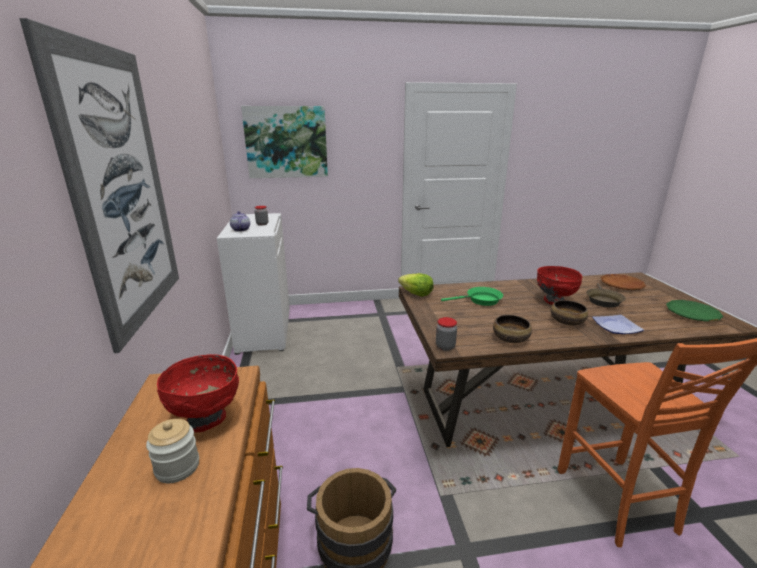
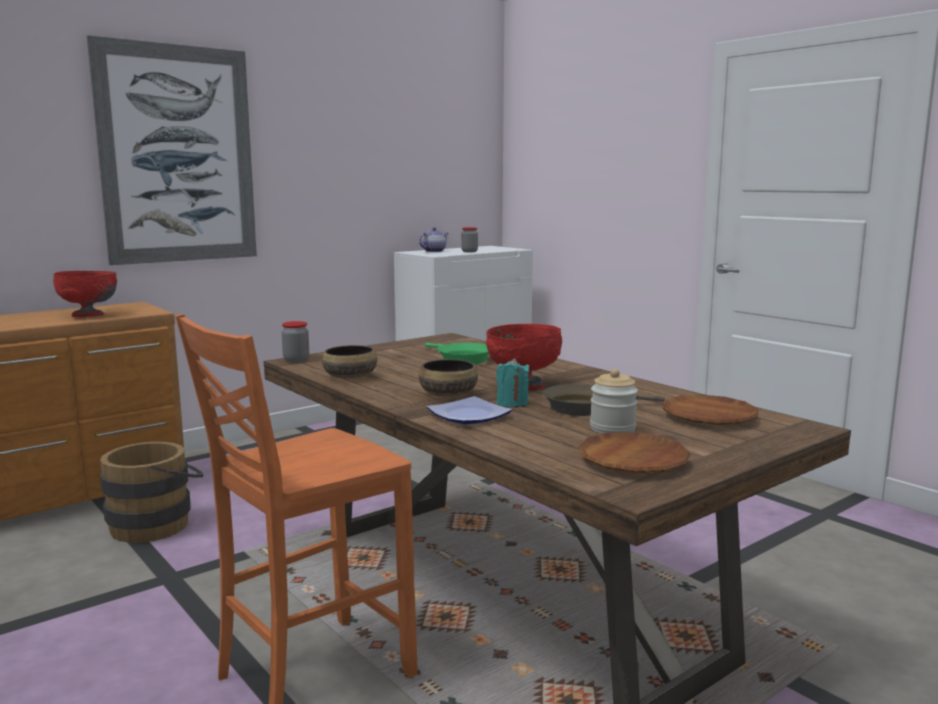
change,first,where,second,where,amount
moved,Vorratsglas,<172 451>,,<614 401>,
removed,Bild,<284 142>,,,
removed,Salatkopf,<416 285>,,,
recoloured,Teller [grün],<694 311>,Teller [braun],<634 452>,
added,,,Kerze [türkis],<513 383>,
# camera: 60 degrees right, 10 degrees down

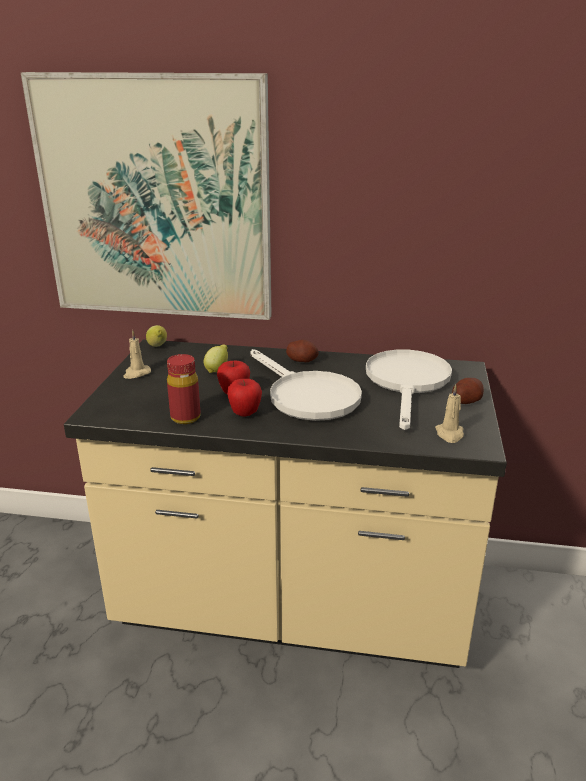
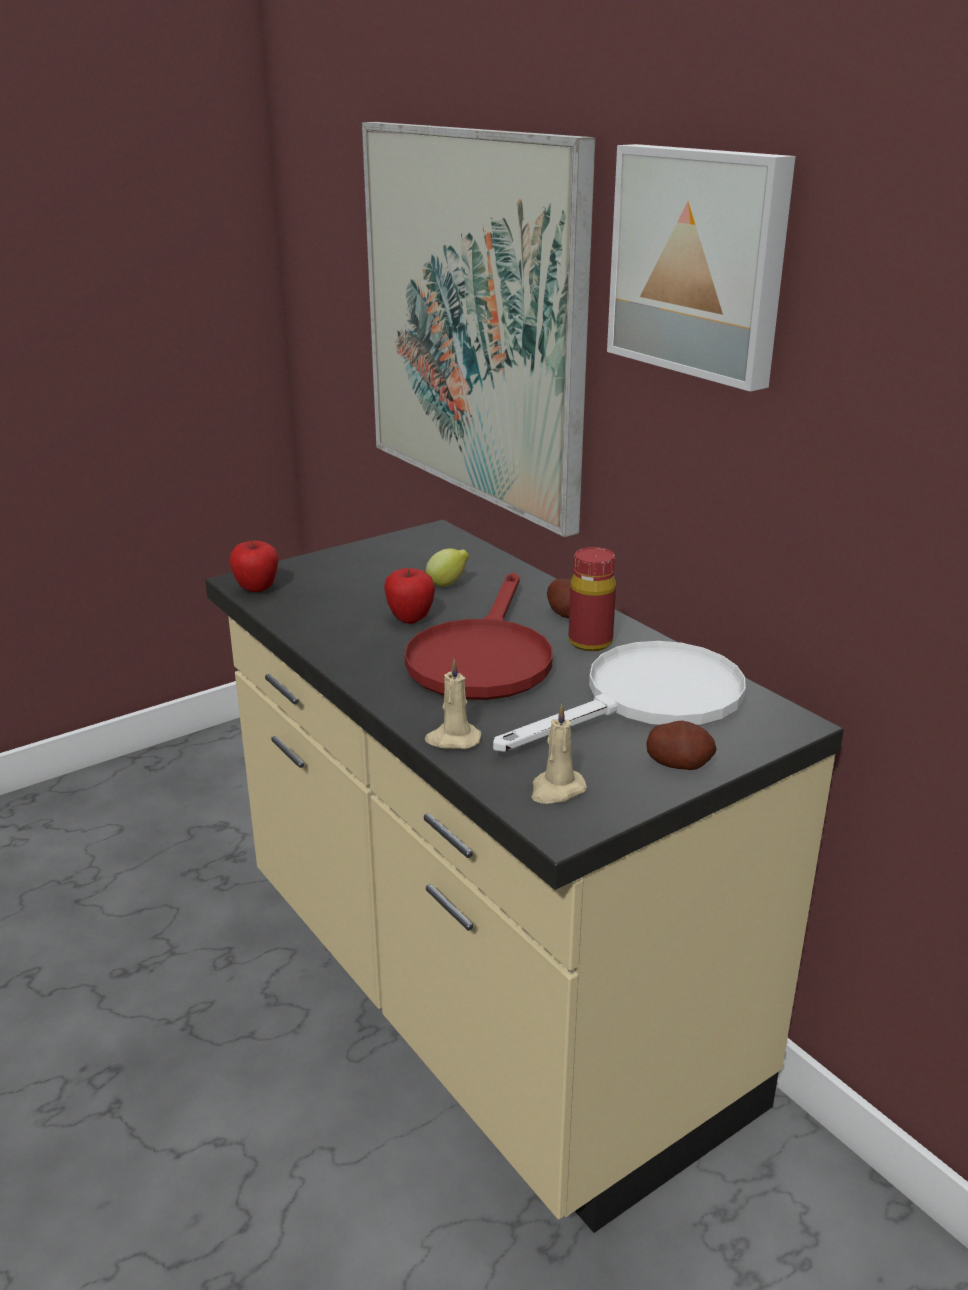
change,first,where,second,where,amount
moved,Kerze [beige],<137 354>,,<452 704>,
removed,Zitrone,<156 336>,,,
moved,Flasche [rot],<184 389>,,<592 599>,
moved,Apfel,<244 398>,,<254 566>,
recoloured,Pfanne [weiß],<306 385>,Pfanne [rot],<478 636>,
added,,,Bild,<701 268>,
# camera: 45 degrees right, 0 degrees up

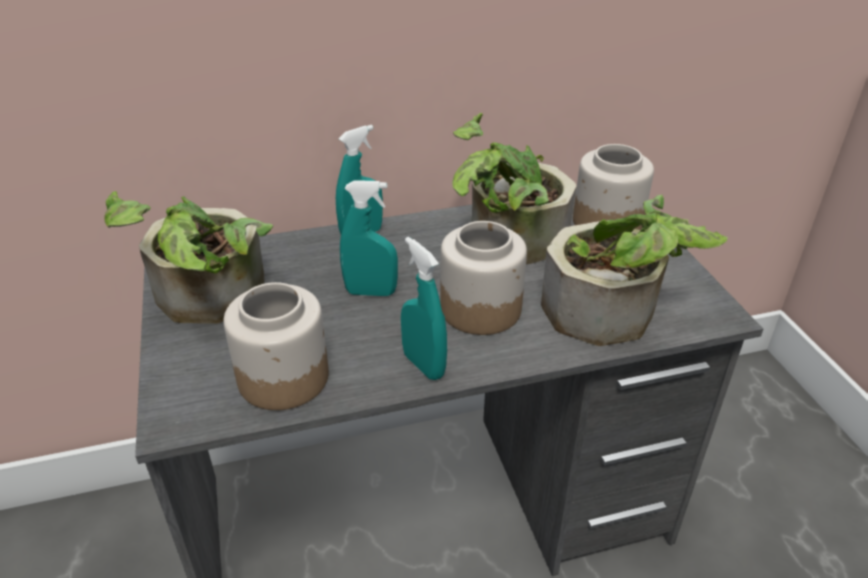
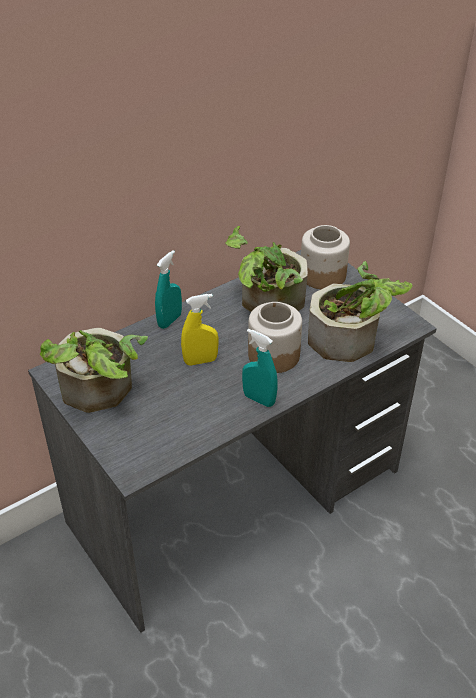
change,first,where,second,where,amount
removed,Vorratsglas,<276 346>,,,
recoloured,Sprühflasche [türkis],<369 238>,Sprühflasche [gelb],<200 330>,
# camera: 20 degrees left, 5 degrees up

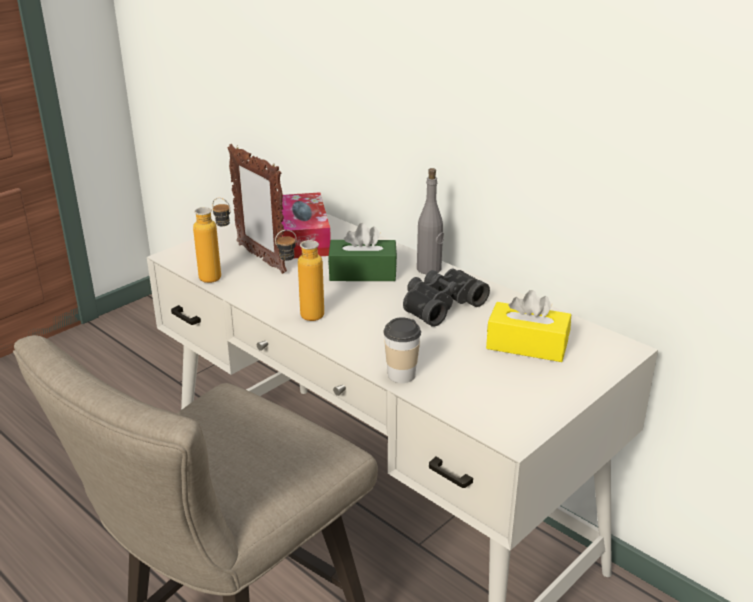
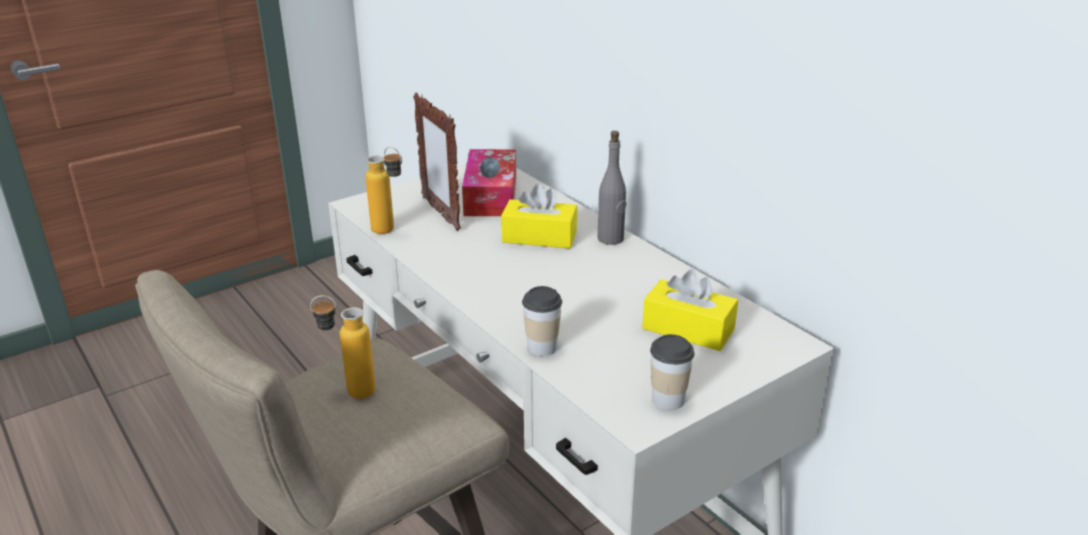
change,first,where,second,where,amount
moved,Flasche,<299 275>,,<343 347>,
recoloured,Taschentuchbox [grün],<362 252>,Taschentuchbox [gelb],<539 216>,
removed,Fernglas [schwarz],<446 298>,,,
added,,,Tasse,<672 372>,
# camera: 10 degrees right, 0 degrees up

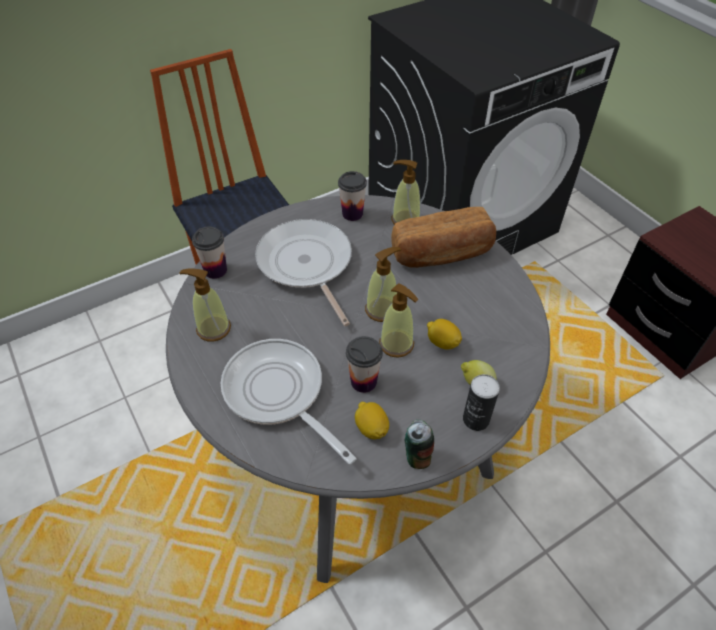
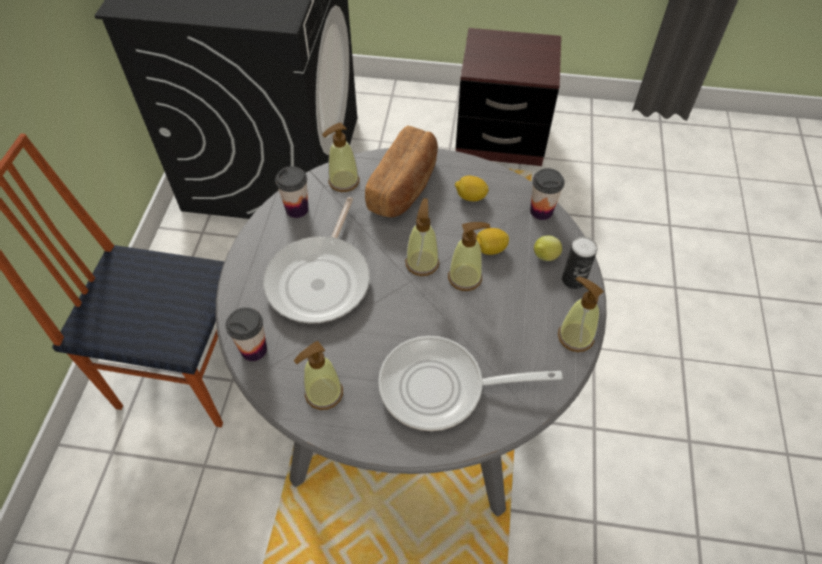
change,first,where,second,where,amount
turned,Pfanne,<303 272>,,<316 260>,90 degrees counterclockwise
moved,Tasse,<364 364>,,<547 194>,
moved,Zitrone,<372 420>,,<472 188>,
replaced,Dose,<419 444>,Seifenspender,<581 314>,
# camera: 50 degrees left, 5 degrees up

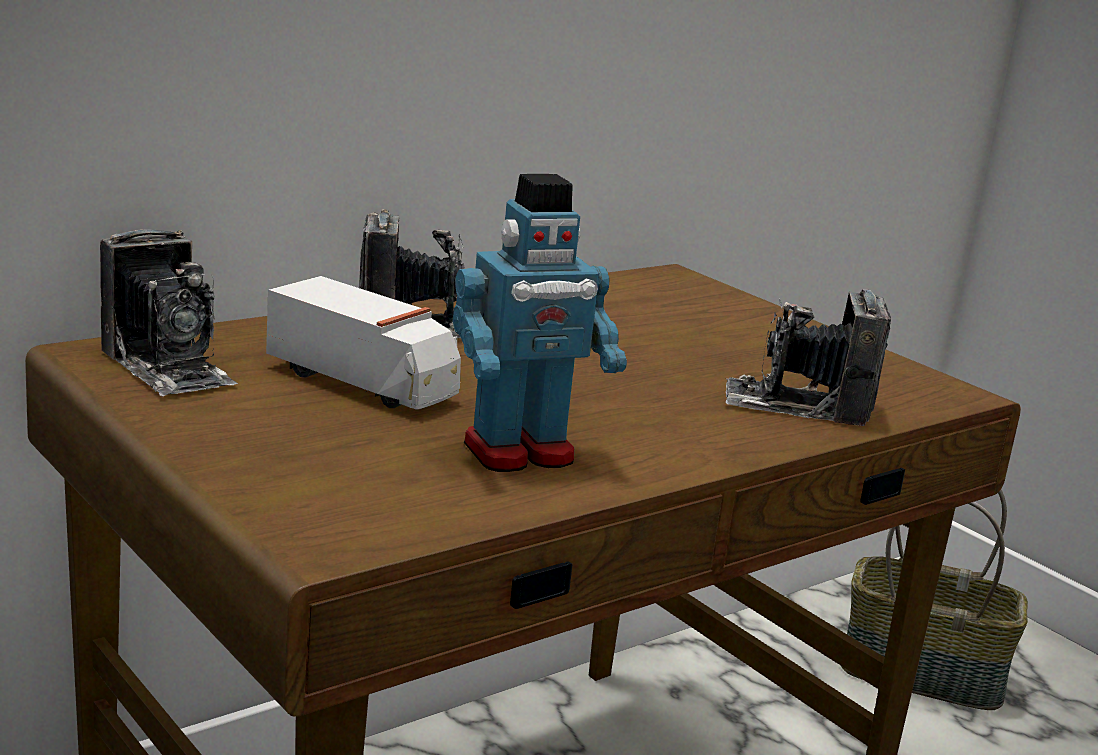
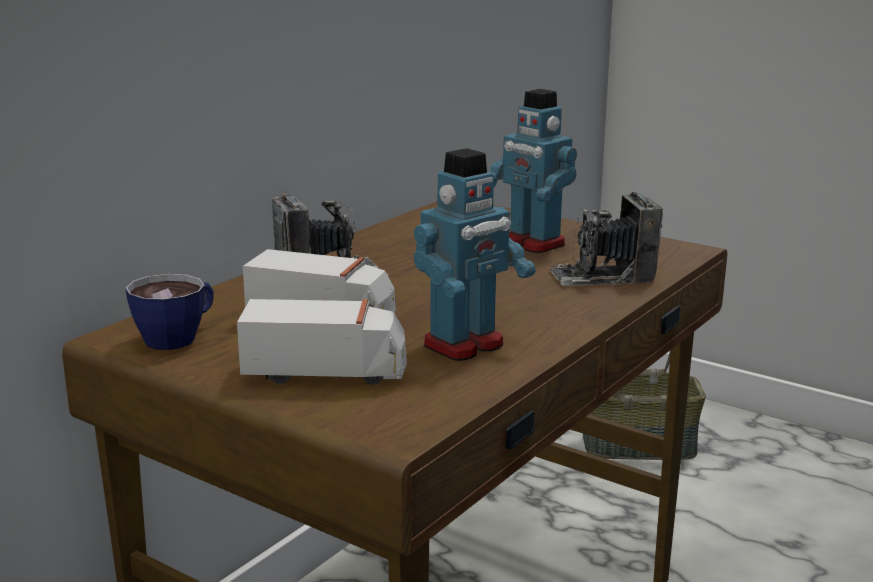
change,first,where,second,where,amount
replaced,Kamera,<169 313>,Tasse,<169 312>,
added,,,Spielzeuglaster,<322 342>,
added,,,Spielzeugroboter,<533 171>,
# camera: 15 degrees left, 0 degrees up

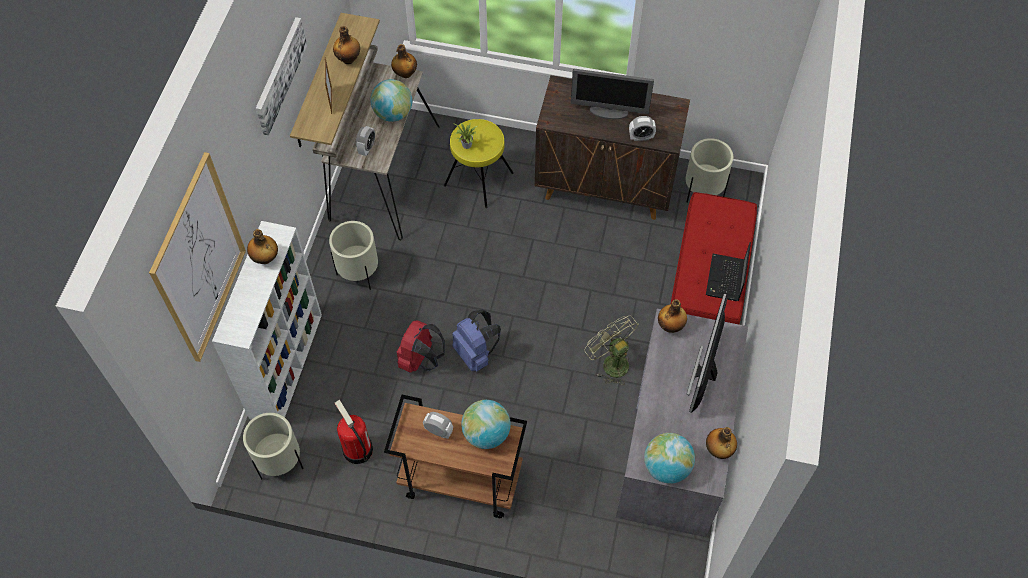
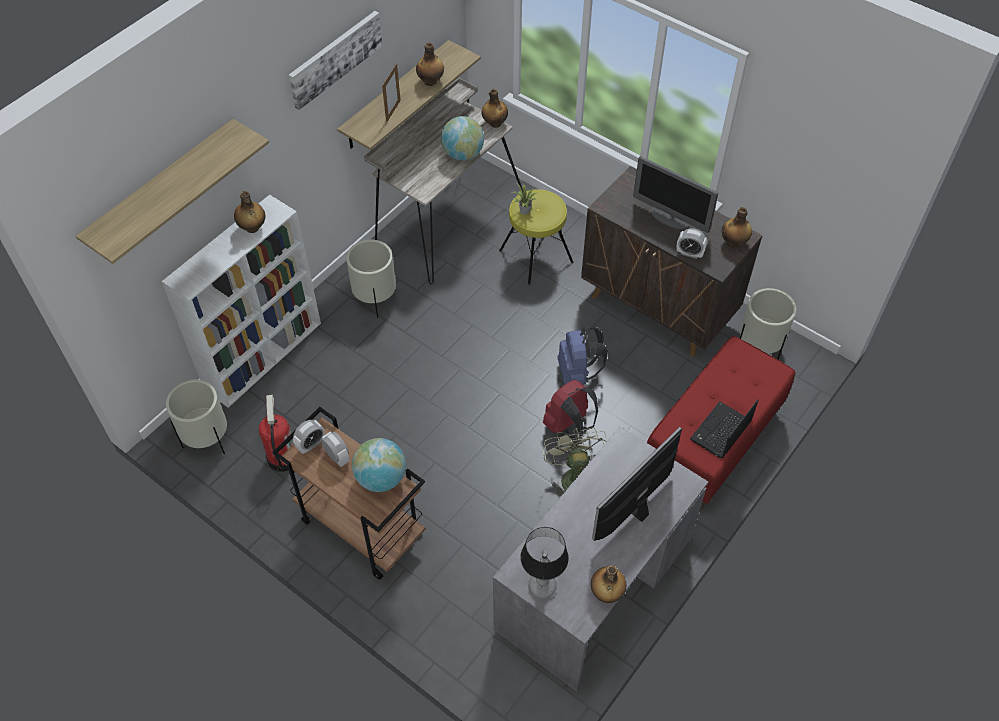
change,first,where,second,where,amount
replaced,Bild,<197 257>,Wandregal,<172 191>,
moved,Wecker,<365 141>,,<309 437>,
moved,Rucksack [rot],<421 346>,,<570 409>,
moved,Rucksack [blau],<476 340>,,<583 355>,
replaced,Globus,<669 458>,Tischlampe,<544 563>,
moved,Flasche,<672 316>,,<737 227>,
# camera: 25 degrees right, 5 degrees down

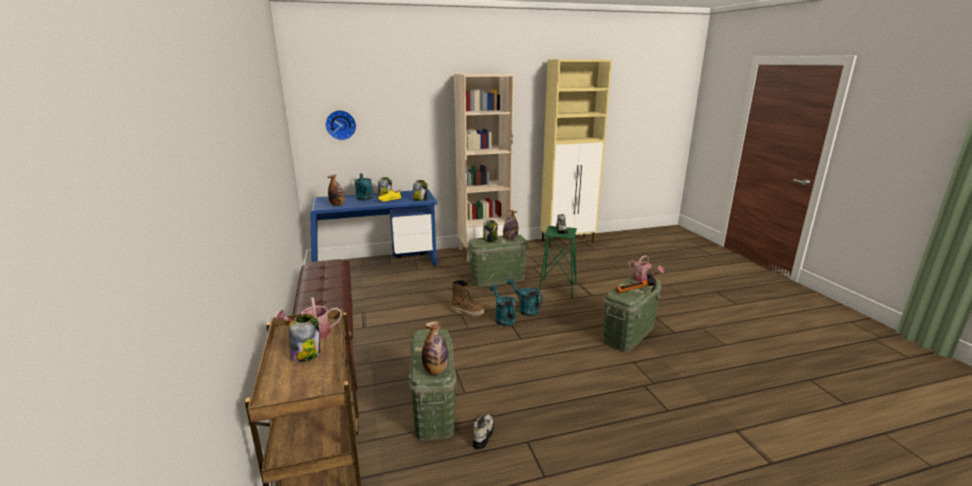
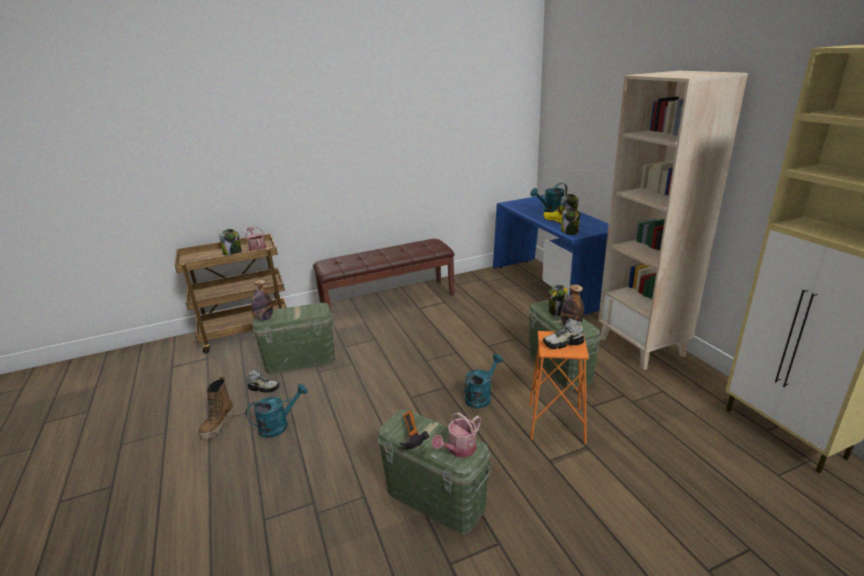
change,first,where,second,where,amount
removed,Wanduhr,<340 125>,,,
removed,Flasche,<336 190>,,,
moved,Stiefel,<468 298>,,<216 407>,
moved,Gießkanne [türkis],<503 305>,,<277 411>,
recoloured,Hocker [grün],<558 262>,Hocker [orange],<559 387>,
# camera: 85 degrees right, 5 degrees up

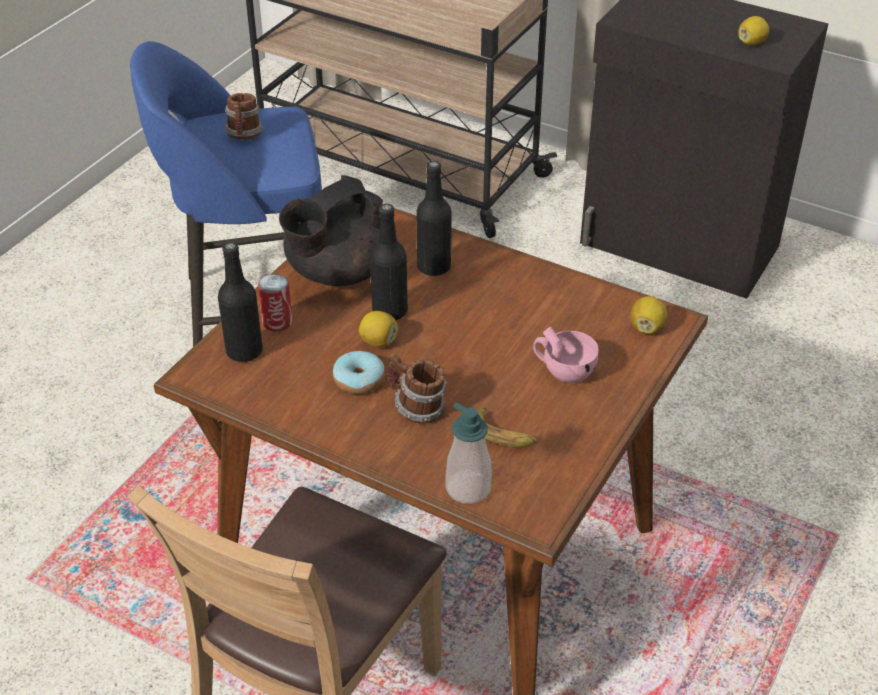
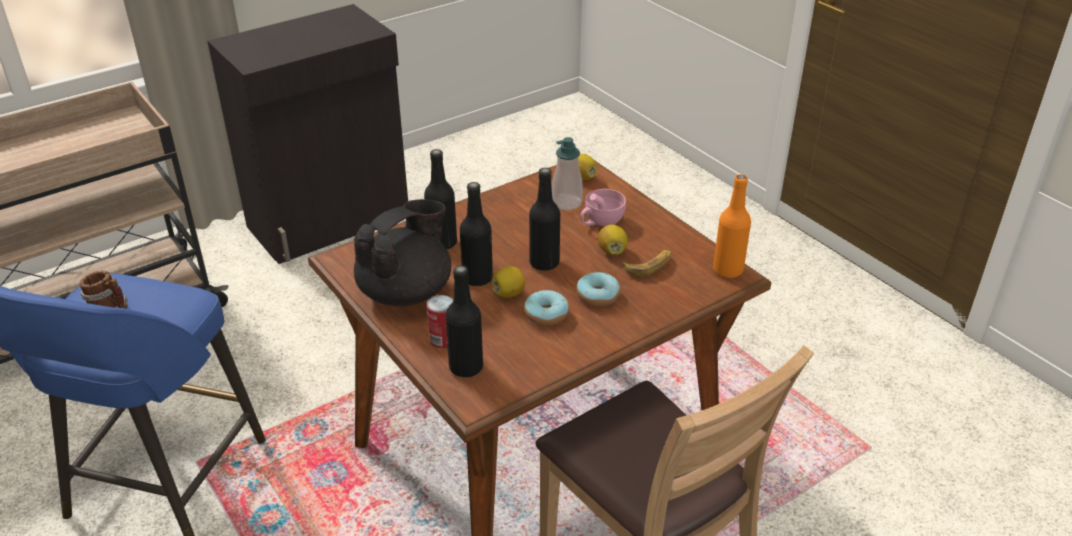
change,first,where,second,where,amount
turned,Teekanne [schwarz],<331 230>,,<402 252>,120 degrees counterclockwise
replaced,Henkelbecher,<417 388>,Donut,<598 289>,
moved,Seifenspender,<468 453>,,<567 173>,
moved,Zitrone,<754 30>,,<612 240>,
added,,,Flasche [schwarz],<544 219>,
added,,,Flasche [orange],<732 226>,
# camera: 65 degrees left, 5 degrees down

